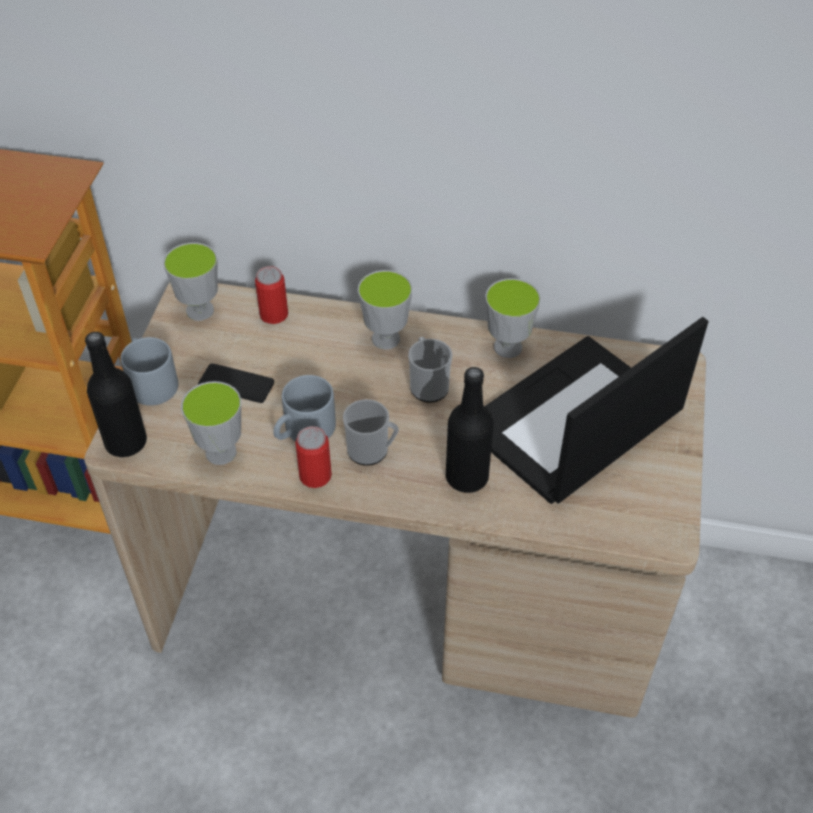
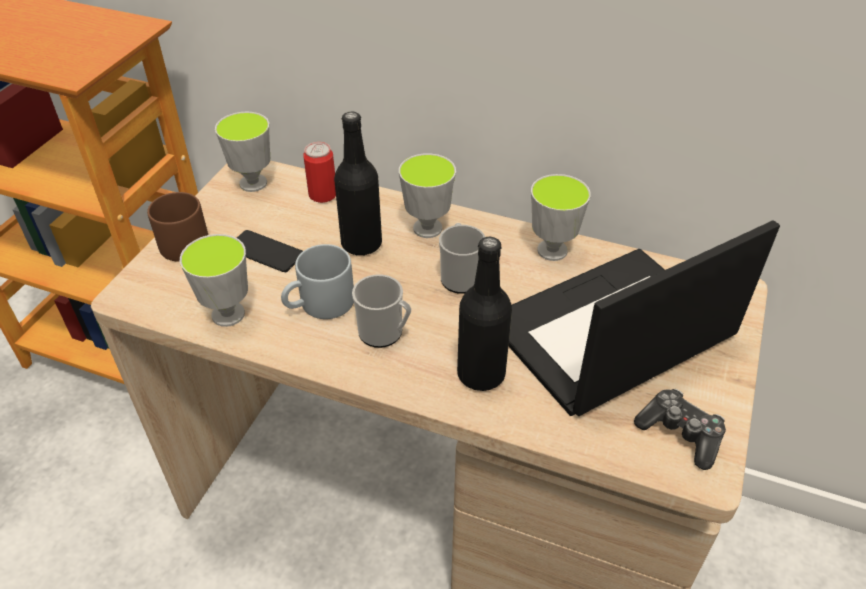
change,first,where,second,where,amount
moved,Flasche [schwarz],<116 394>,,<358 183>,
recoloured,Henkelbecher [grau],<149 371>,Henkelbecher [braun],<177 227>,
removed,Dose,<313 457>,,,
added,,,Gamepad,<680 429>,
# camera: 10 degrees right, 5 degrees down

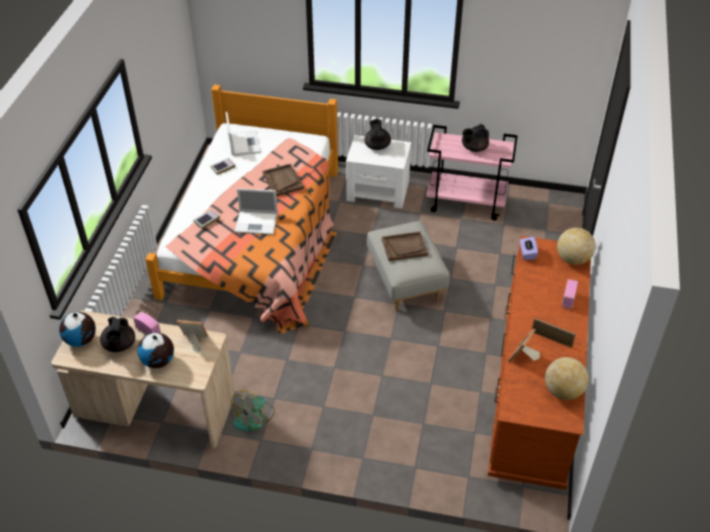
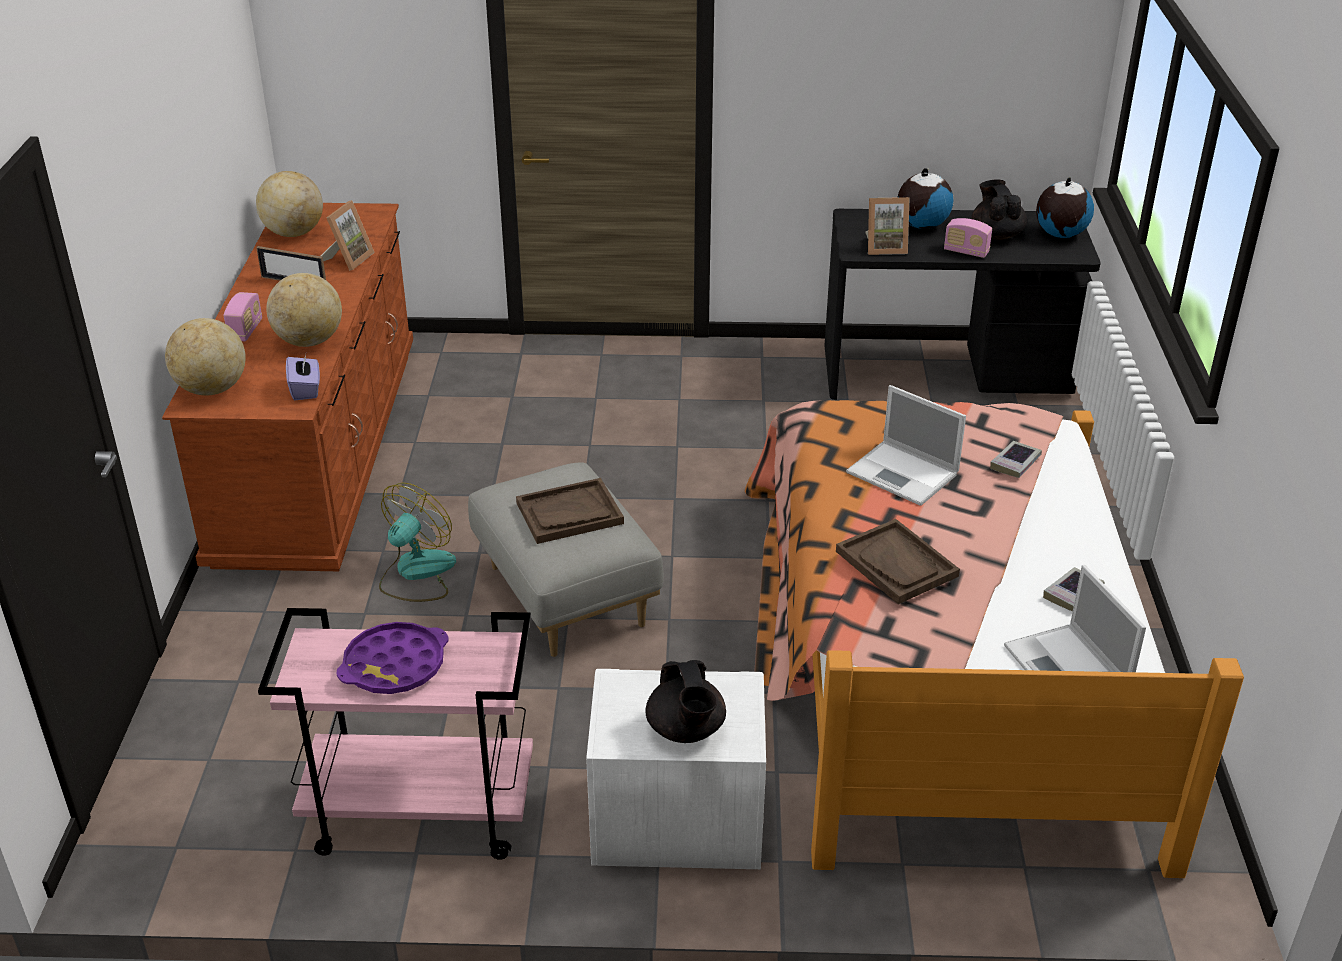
change,first,where,second,where,amount
recoloured,Schreibtisch [beige],<143 380>,Schreibtisch [schwarz],<962 304>,
moved,Ventilator,<253 410>,,<417 542>,
turned,Laptop,<256 211>,,<906 445>,135 degrees counterclockwise
replaced,Teekanne [schwarz],<475 138>,Tablett [lila],<393 658>,
added,,,Globus,<304 310>,
# camera: 170 degrees right, 10 degrees down

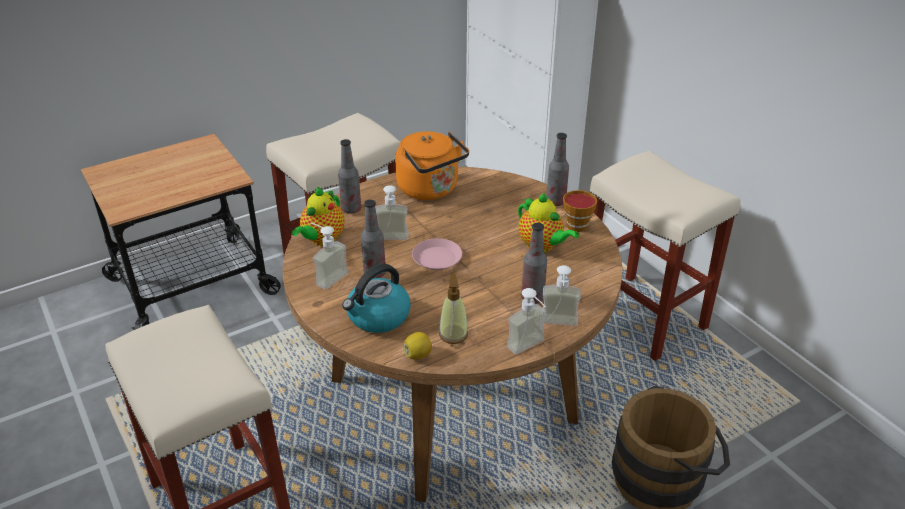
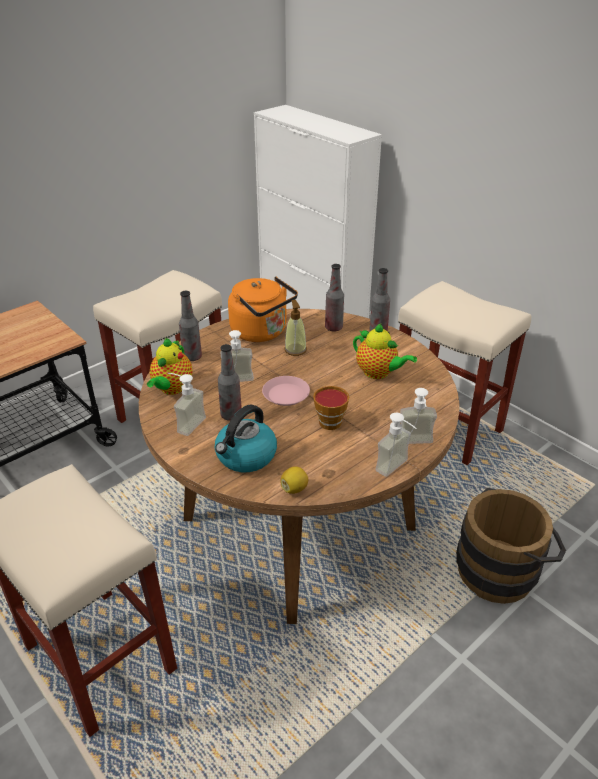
change,first,where,second,where,amount
moved,Seifenspender,<453 308>,,<295 328>,
moved,Flasche,<534 263>,,<334 297>,
moved,Tasse,<580 211>,,<331 408>,
# camera: 10 degrees left, 0 degrees up

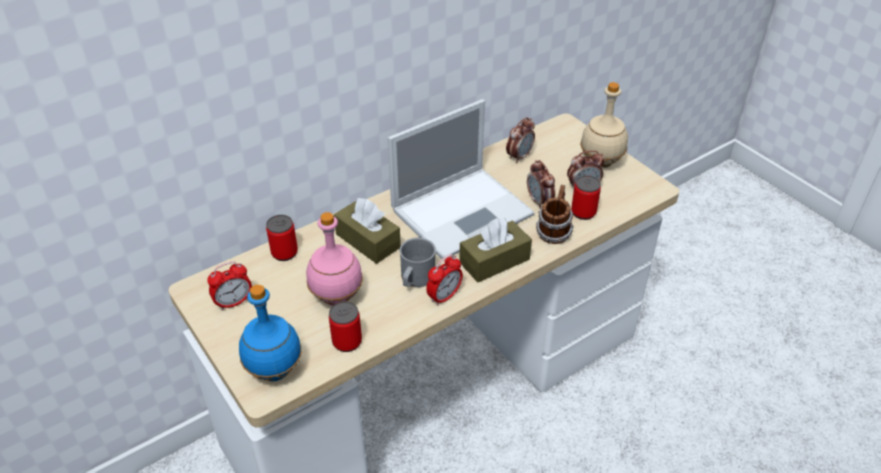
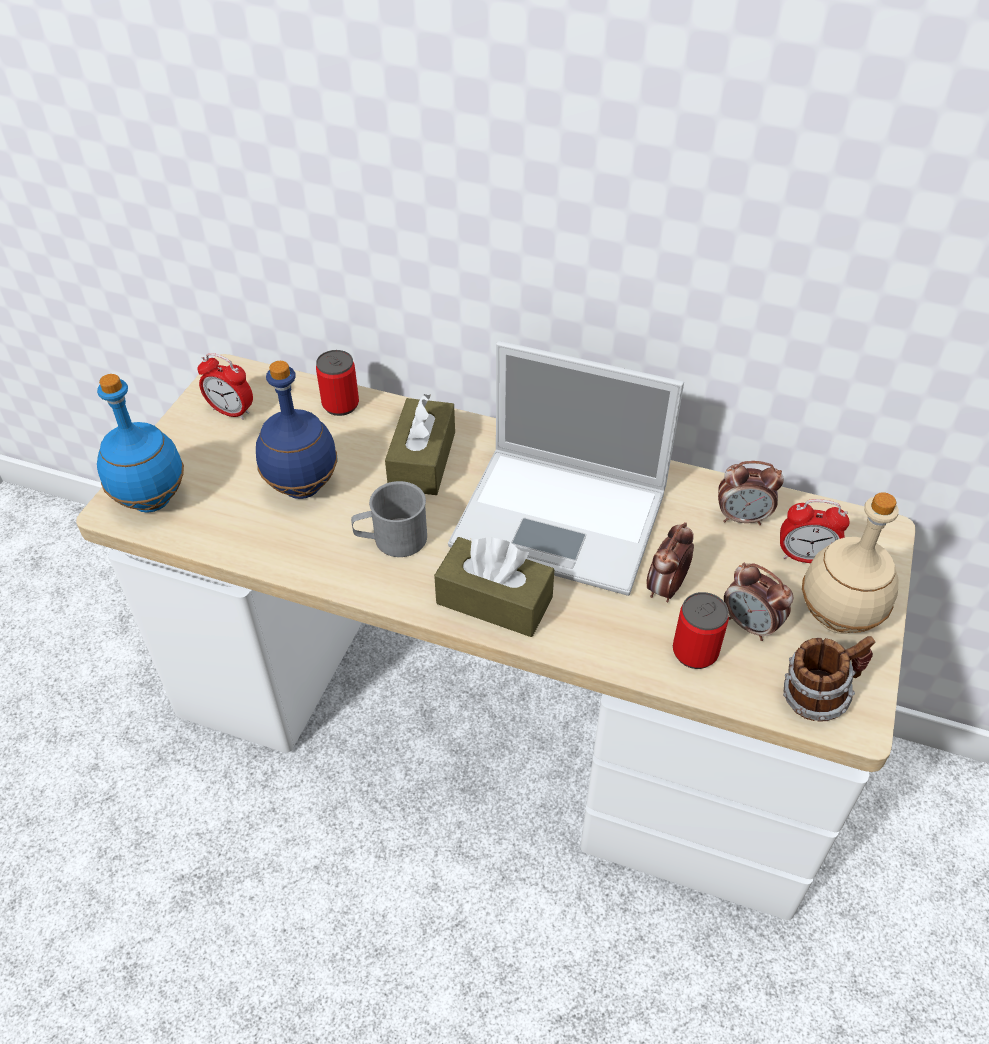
change,first,where,second,where,amount
recoloured,Flasche [rosa],<334 259>,Flasche [blau],<297 430>,
removed,Dose,<345 326>,,,
moved,Wecker,<444 280>,,<815 531>,
moved,Henkelbecher,<555 214>,,<829 679>,
# camera: 55 degrees right, 5 degrees up

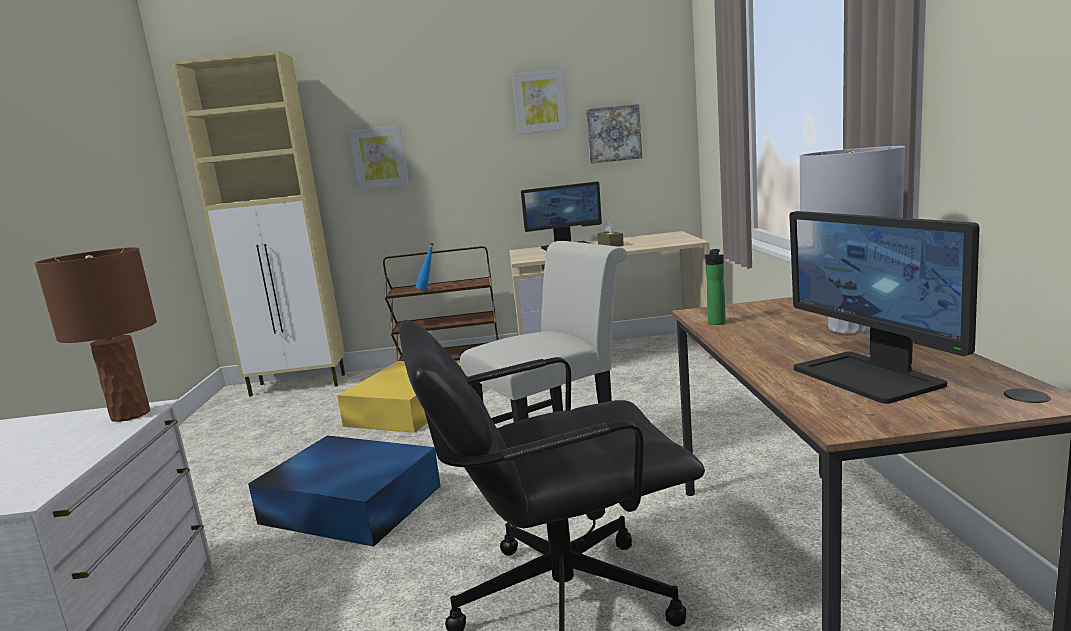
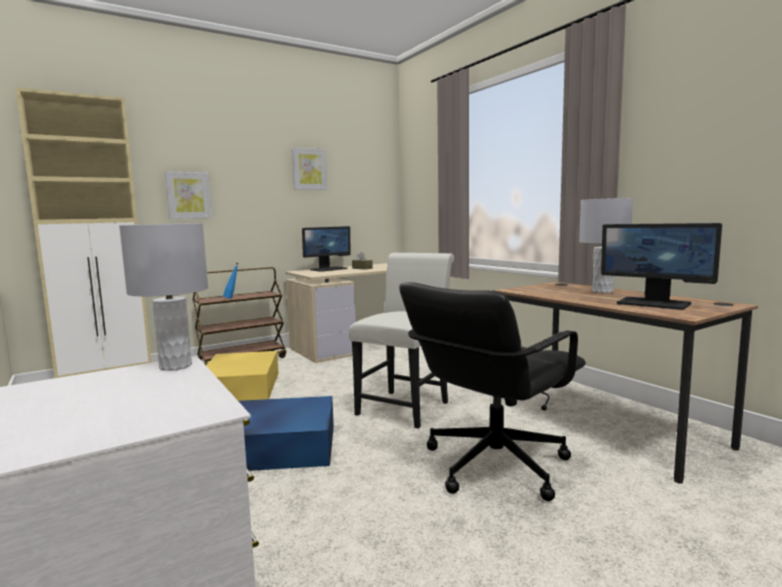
change,first,where,second,where,amount
recoloured,Tischlampe [braun],<96 334>,Tischlampe [grau],<163 297>,
removed,Bild,<614 134>,,,
removed,Flasche,<715 287>,,,
# camera: 30 degrees left, 5 degrees down

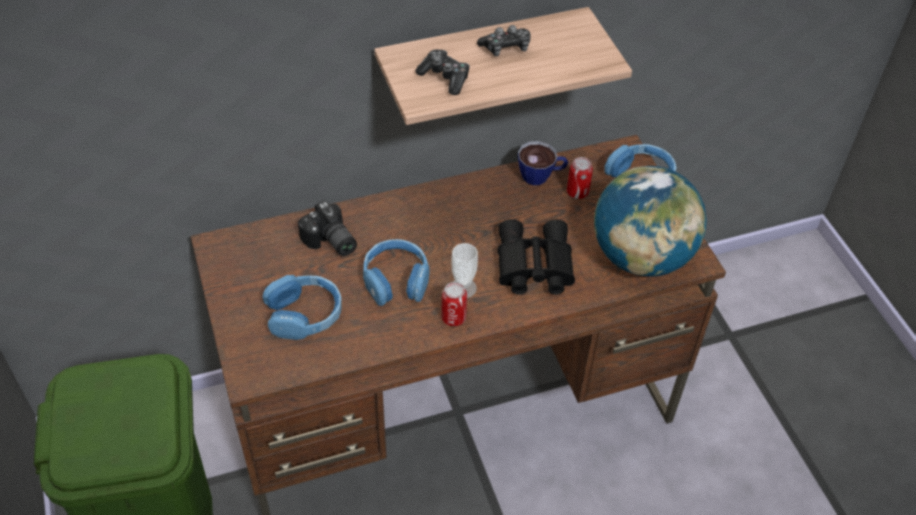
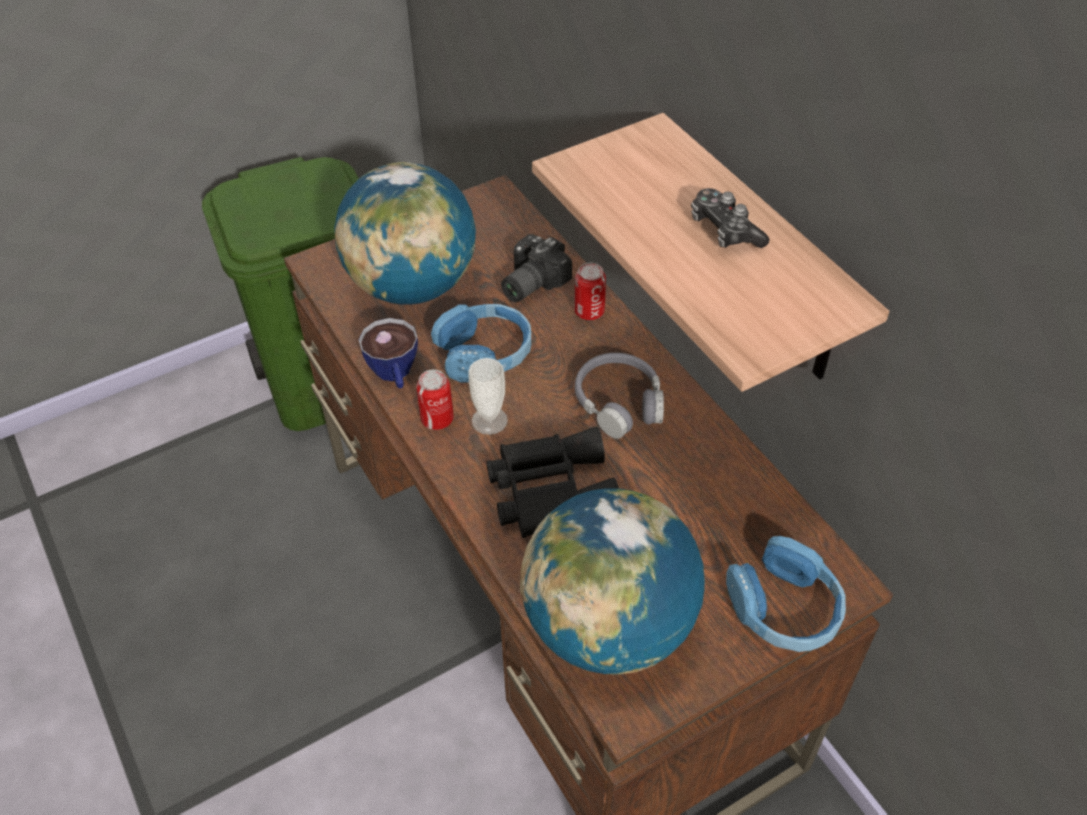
change,first,where,second,where,amount
replaced,Kopfhörer [blau],<302 307>,Globus,<405 233>,
removed,Gamepad,<442 72>,,,
moved,Tasse,<543 163>,,<388 353>,
moved,Dose,<580 178>,,<590 291>,
added,,,Kopfhörer [grau],<619 396>,
# camera: 80 degrees right, 0 degrees up

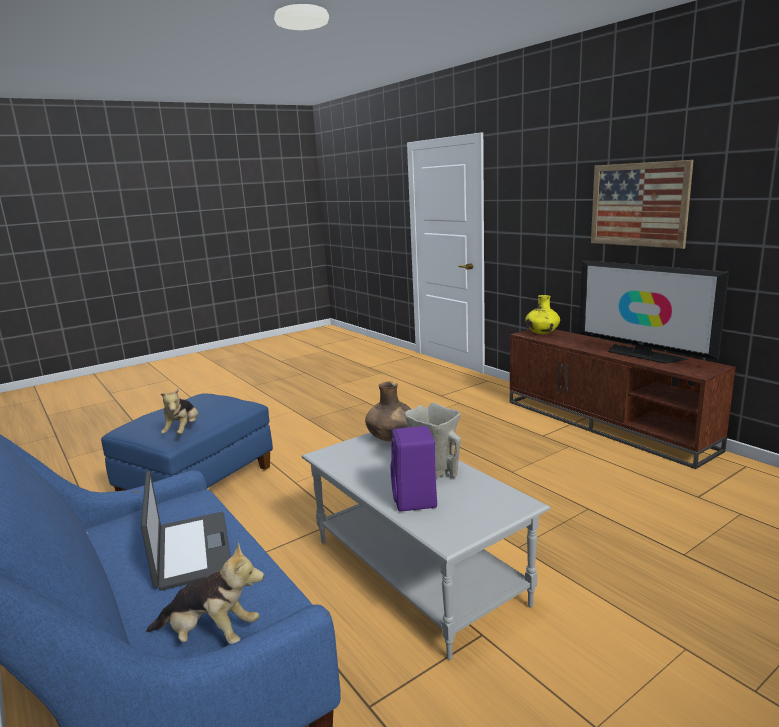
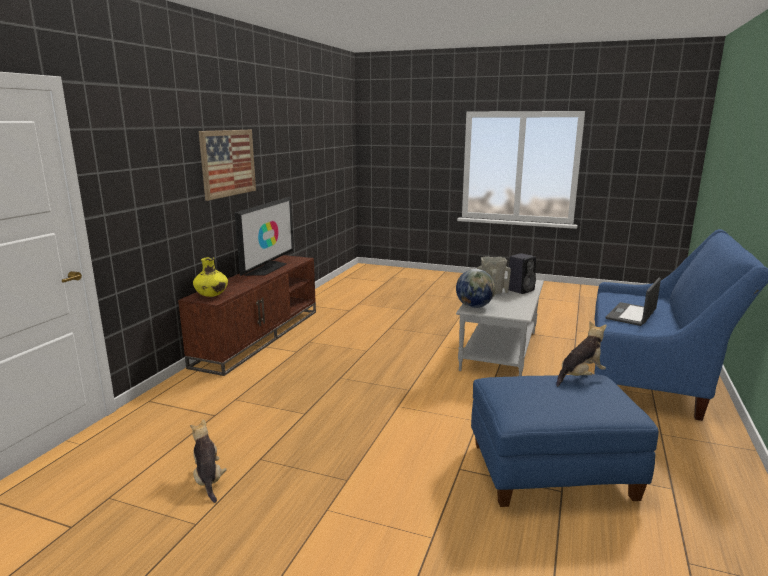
change,first,where,second,where,amount
moved,Plüschtier,<205 593>,,<208 461>,
replaced,Vase [braun],<388 411>,Globus,<475 288>,
recoloured,Lautsprecher [lila],<414 469>,Lautsprecher [schwarz],<522 273>,
# camera: 125 degrees left, 0 degrees up

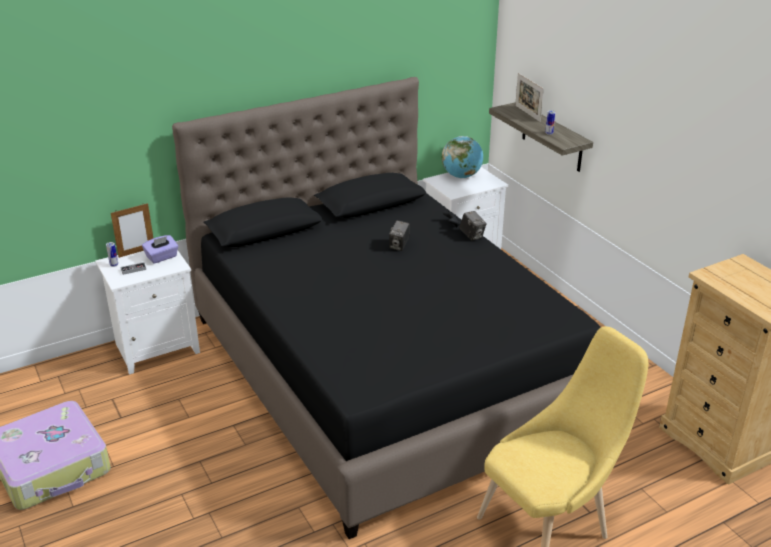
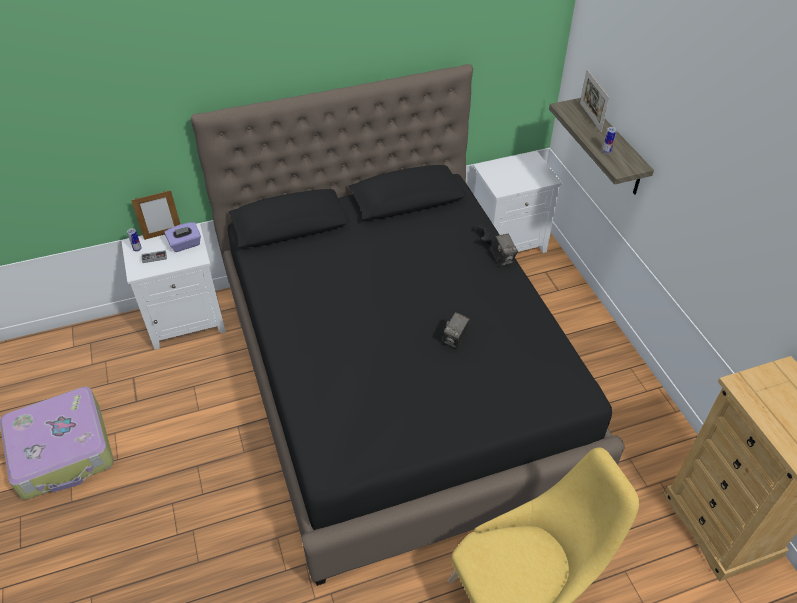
change,first,where,second,where,amount
moved,Kamera,<399 235>,,<456 330>,
removed,Globus,<462 157>,,,
# camera: 10 degrees right, 15 degrees up

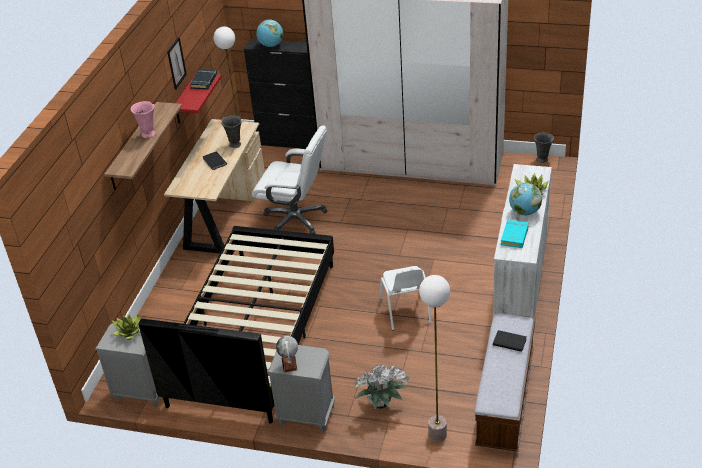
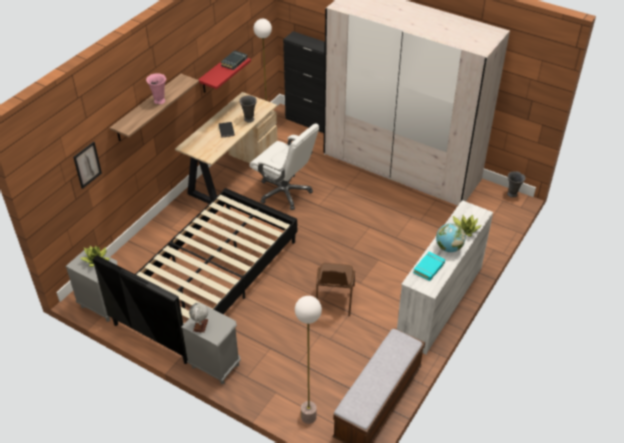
change,first,where,second,where,amount
moved,Bild,<177 63>,,<87 165>,
removed,Globus,<269 33>,,,
removed,Topfpflanze,<381 386>,,,
recoloured,Stuhl [weiß],<406 298>,Stuhl [braun],<335 289>,
removed,Buch [schwarz],<510 341>,,,
# camera: 15 degrees right, 5 degrees up

